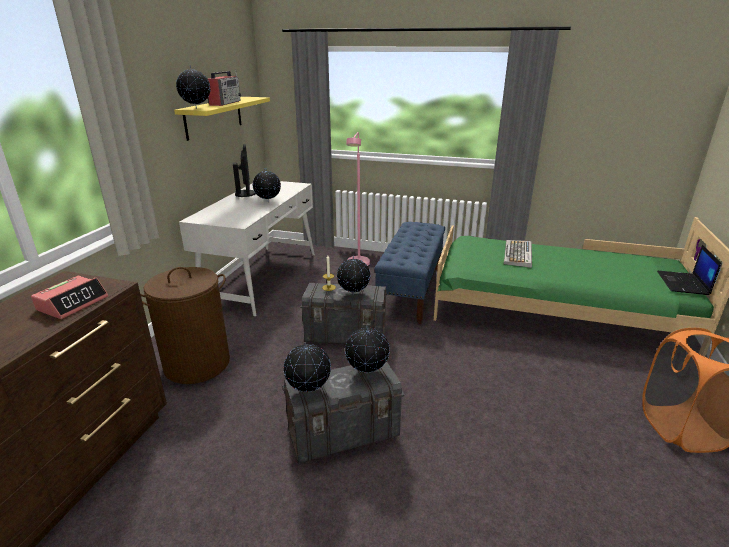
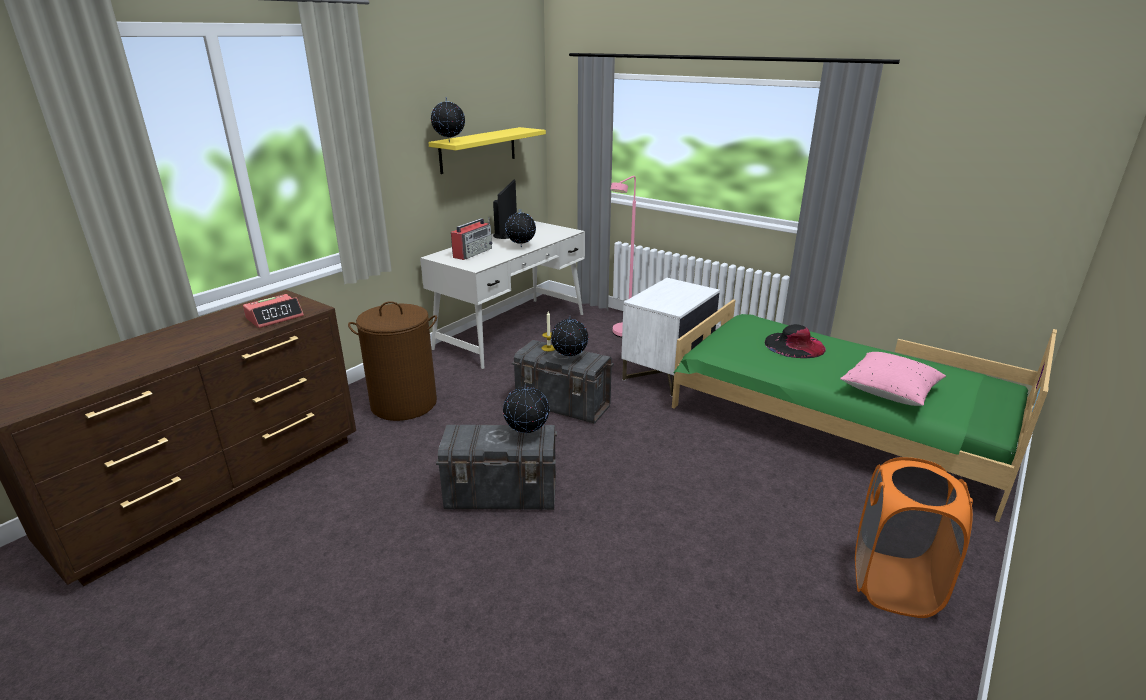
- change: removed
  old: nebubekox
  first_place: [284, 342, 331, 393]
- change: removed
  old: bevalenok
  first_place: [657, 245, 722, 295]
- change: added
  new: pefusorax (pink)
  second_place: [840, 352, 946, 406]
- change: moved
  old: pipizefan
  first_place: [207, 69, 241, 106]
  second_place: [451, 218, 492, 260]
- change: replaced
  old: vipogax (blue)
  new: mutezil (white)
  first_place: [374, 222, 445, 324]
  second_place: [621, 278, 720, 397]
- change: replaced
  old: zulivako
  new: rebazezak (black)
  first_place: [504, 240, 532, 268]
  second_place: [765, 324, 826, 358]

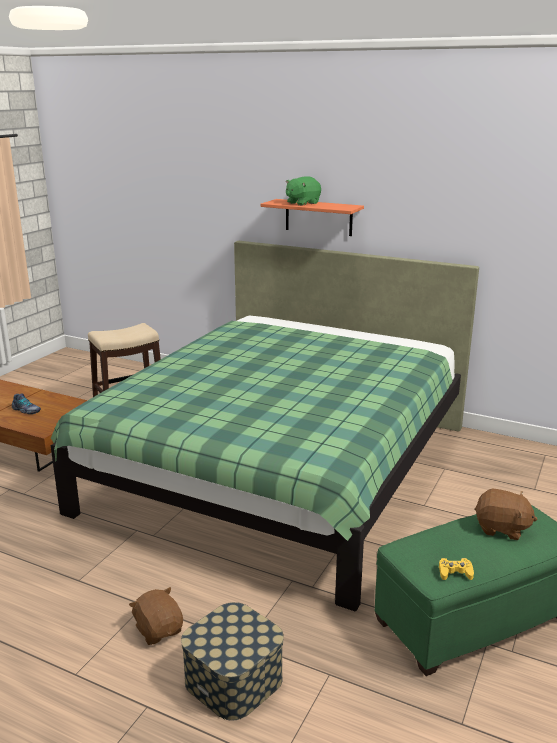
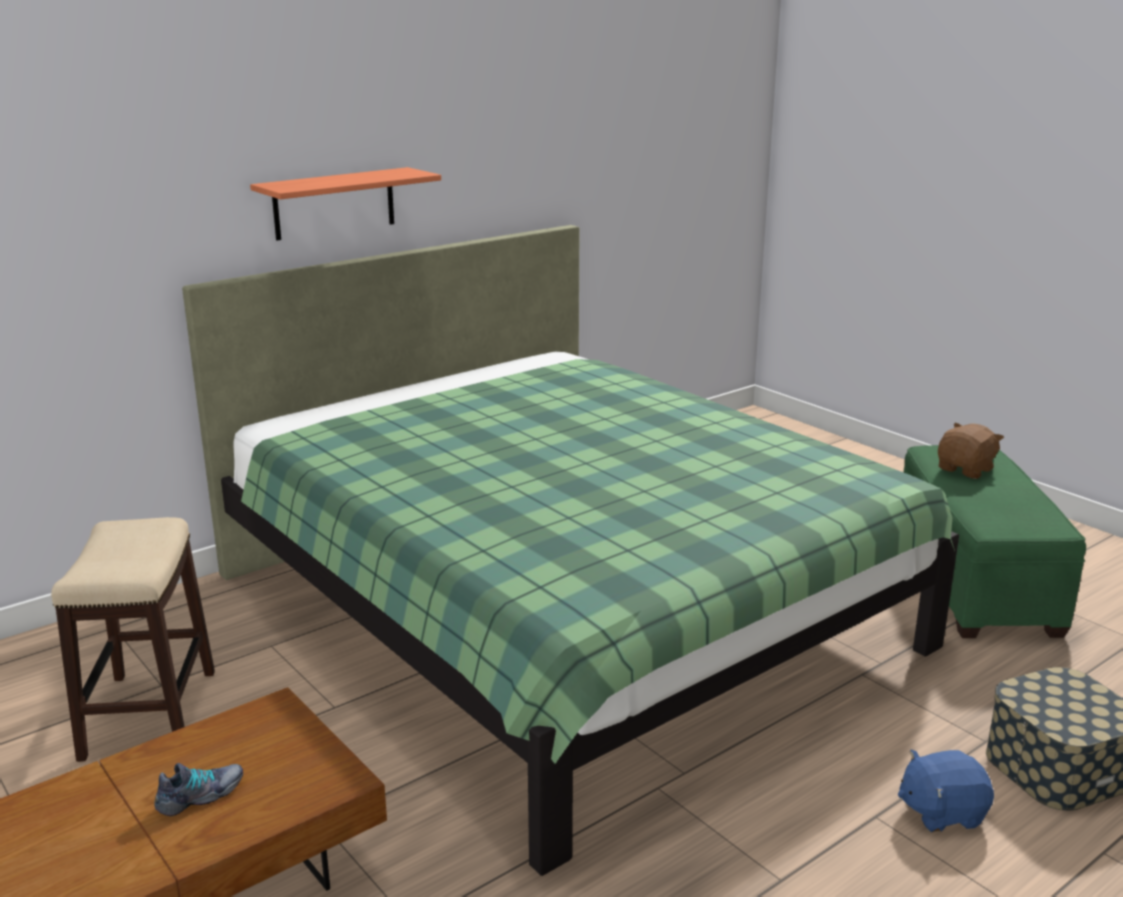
- change: removed
  old: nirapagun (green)
  first_place: [286, 176, 321, 206]
- change: removed
  old: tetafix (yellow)
  first_place: [439, 558, 474, 580]
- change: recoloured
  old: nirapagun (brown)
  new: nirapagun (blue)
  first_place: [129, 587, 183, 645]
  second_place: [898, 750, 994, 832]

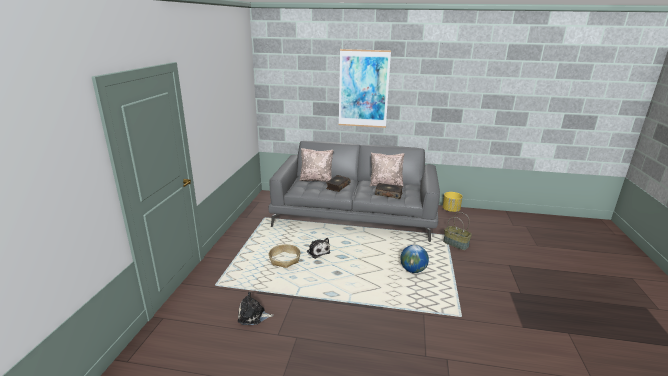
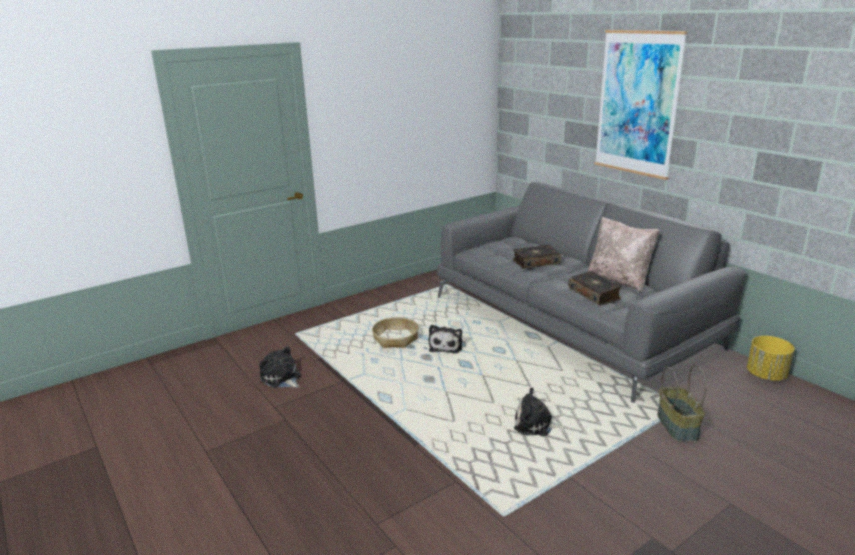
- change: removed
  old: pefusorax (beige)
  first_place: [299, 148, 334, 182]
- change: replaced
  old: nebubekox
  new: nirapagun
  first_place: [400, 245, 429, 273]
  second_place: [514, 387, 566, 437]

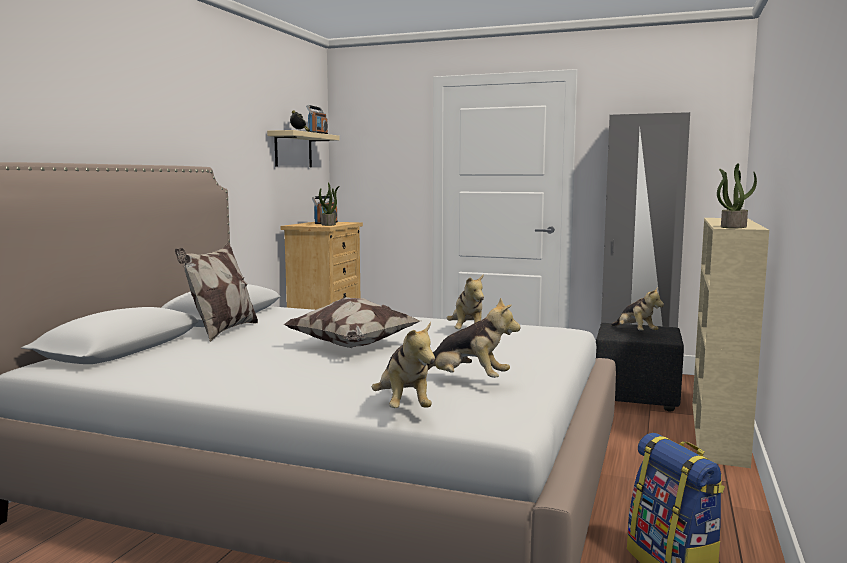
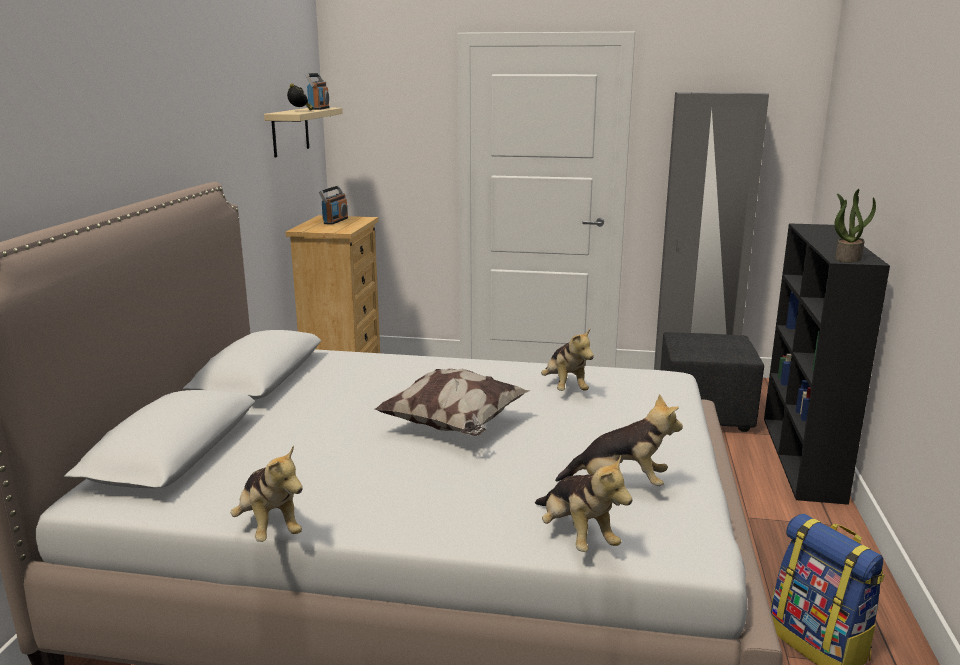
- change: removed
  old: pefusorax
  first_place: [175, 243, 258, 342]
- change: removed
  old: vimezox
  first_place: [319, 183, 340, 226]
- change: moved
  old: nirapagun
  first_place: [611, 287, 664, 331]
  second_place: [231, 446, 303, 542]
- change: recoloured
  old: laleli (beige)
  new: laleli (black)
  first_place: [692, 218, 769, 468]
  second_place: [764, 223, 890, 505]

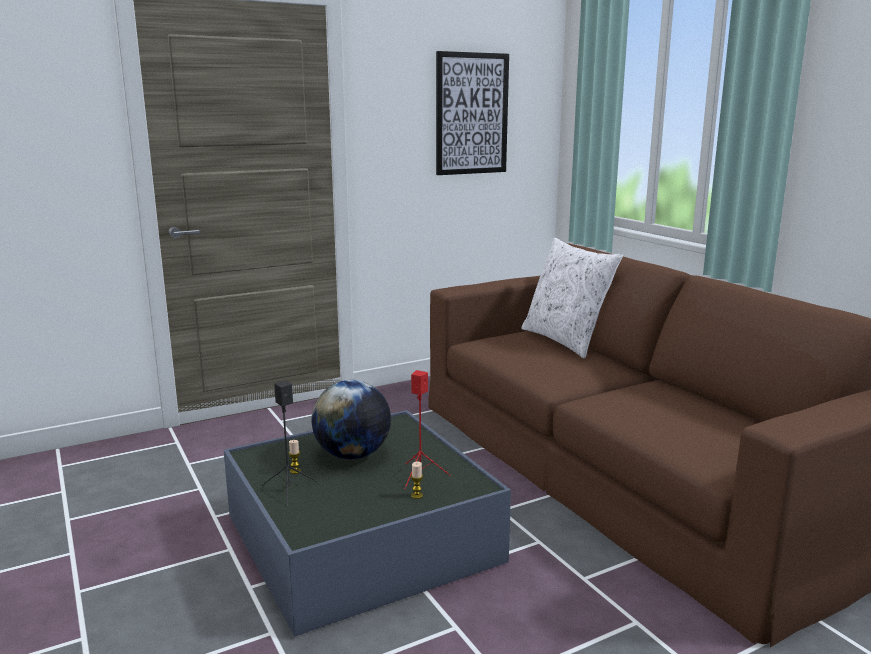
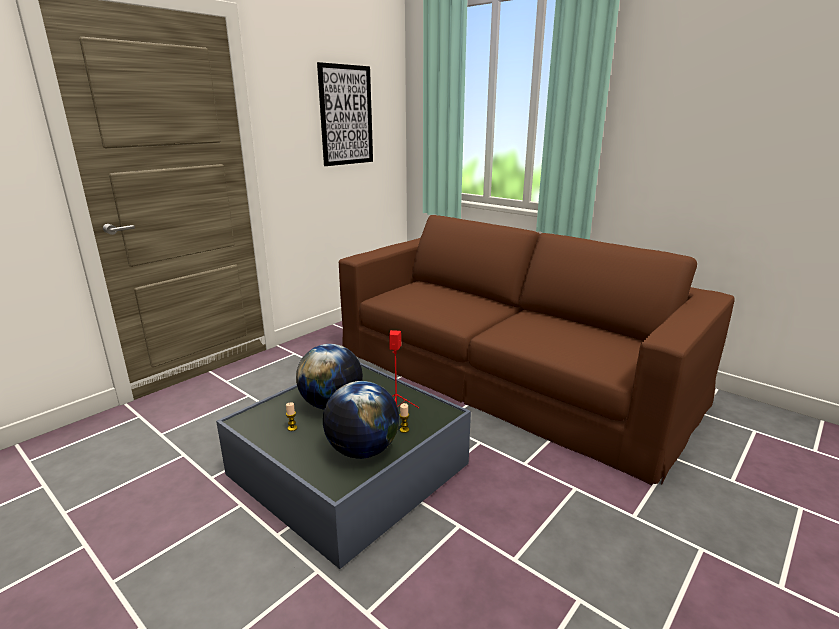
- change: removed
  old: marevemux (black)
  first_place: [262, 381, 317, 507]
- change: removed
  old: pefusorax (white)
  first_place: [521, 238, 623, 359]
- change: added
  new: nebubekox
  second_place: [323, 381, 399, 459]

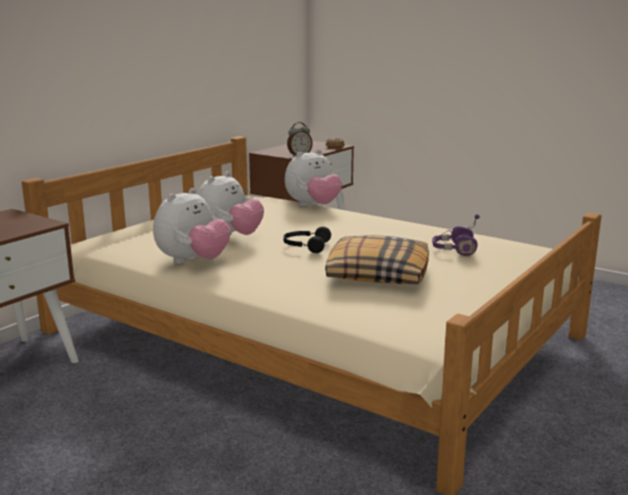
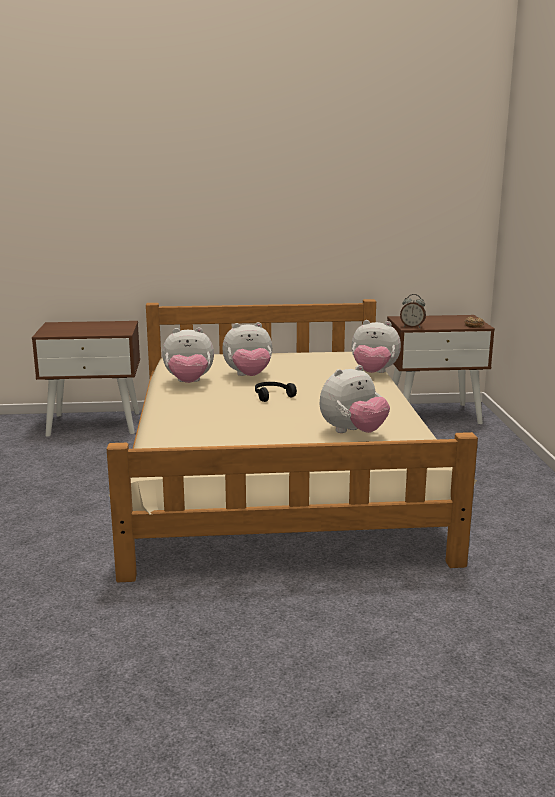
- change: removed
  old: pefusorax
  first_place: [325, 235, 429, 284]
- change: replaced
  old: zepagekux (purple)
  new: nirapagun
  first_place: [432, 214, 480, 256]
  second_place: [320, 365, 390, 433]

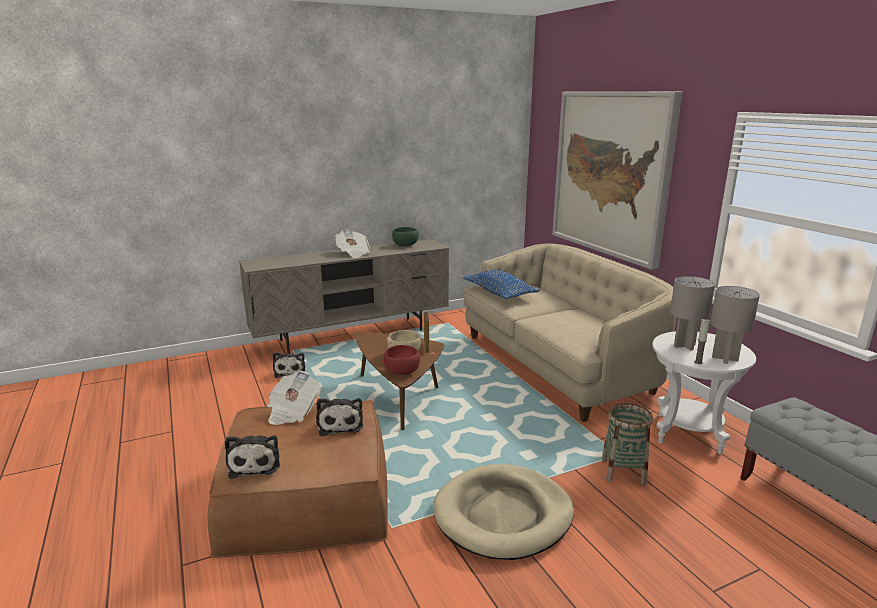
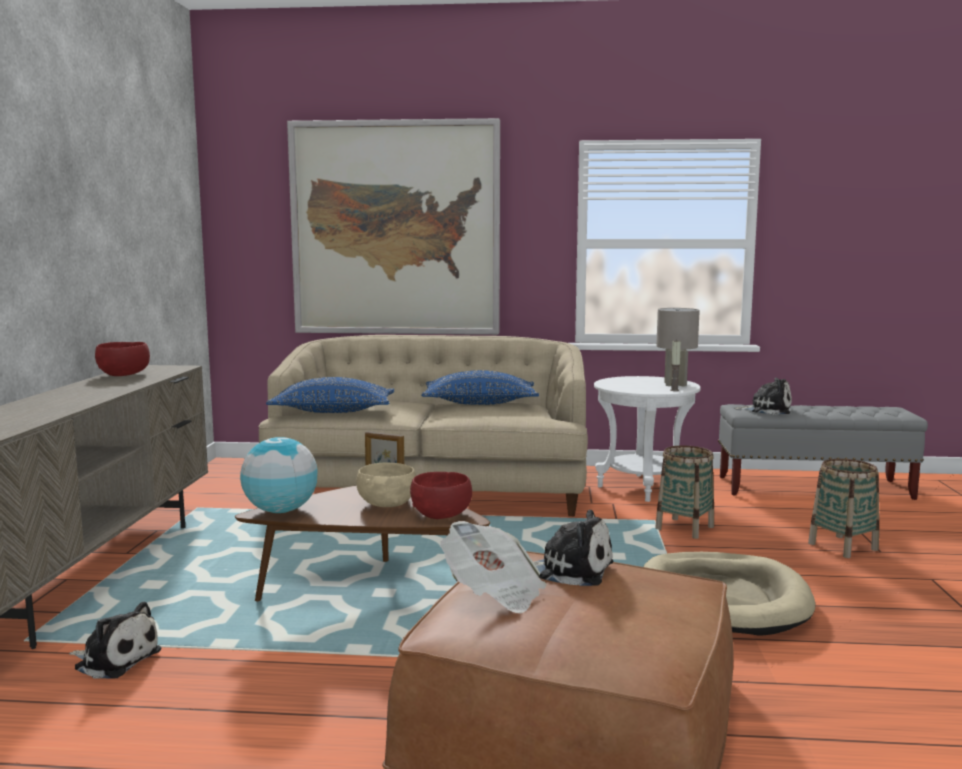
- change: removed
  old: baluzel
  first_place: [335, 230, 371, 258]
- change: removed
  old: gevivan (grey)
  first_place: [670, 276, 715, 351]
- change: added
  new: nebubekox
  second_place: [240, 437, 318, 513]
- change: added
  new: pefusorax (blue)
  second_place: [421, 370, 539, 405]
- change: added
  new: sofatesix
  second_place: [808, 459, 879, 558]
- change: moved
  old: nirapagun
  first_place: [225, 435, 280, 479]
  second_place: [734, 378, 792, 415]
- change: recoloured
  old: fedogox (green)
  new: fedogox (red)
  first_place: [392, 227, 419, 246]
  second_place: [95, 342, 150, 376]

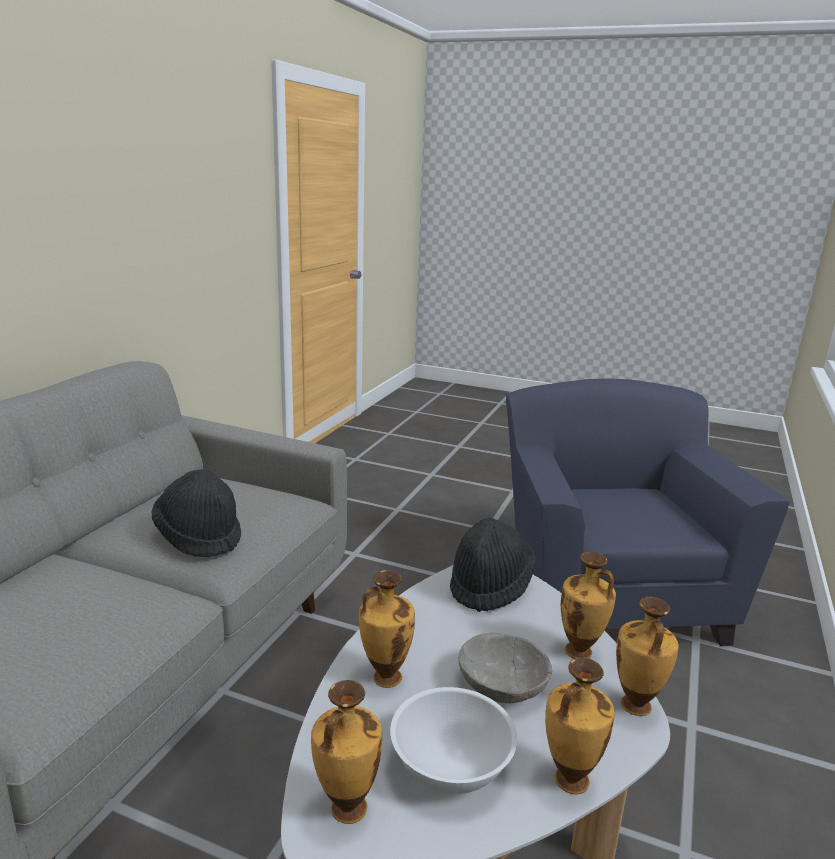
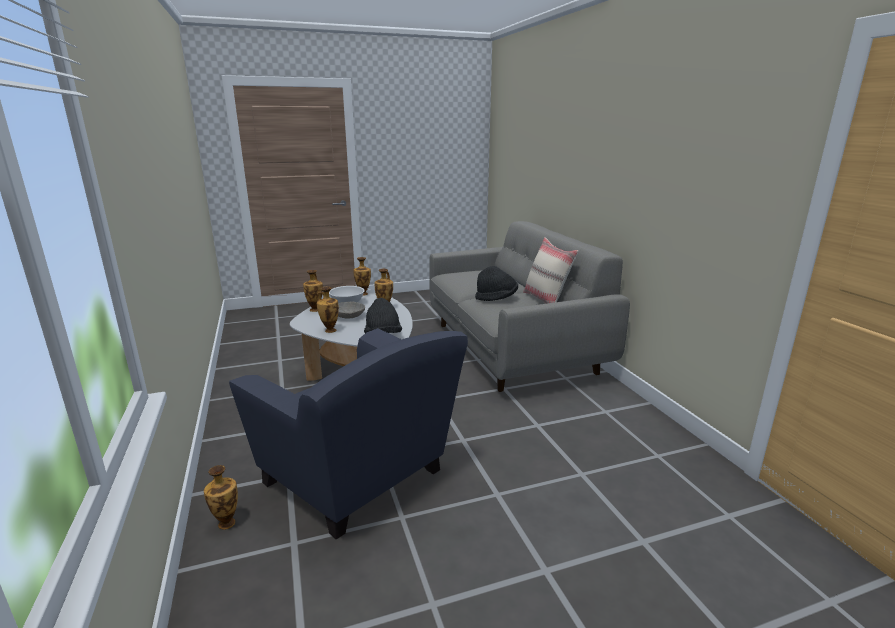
- change: added
  new: pefusorax (beige)
  second_place: [523, 237, 578, 304]
- change: moved
  old: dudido
  first_place: [616, 597, 679, 716]
  second_place: [204, 465, 238, 530]

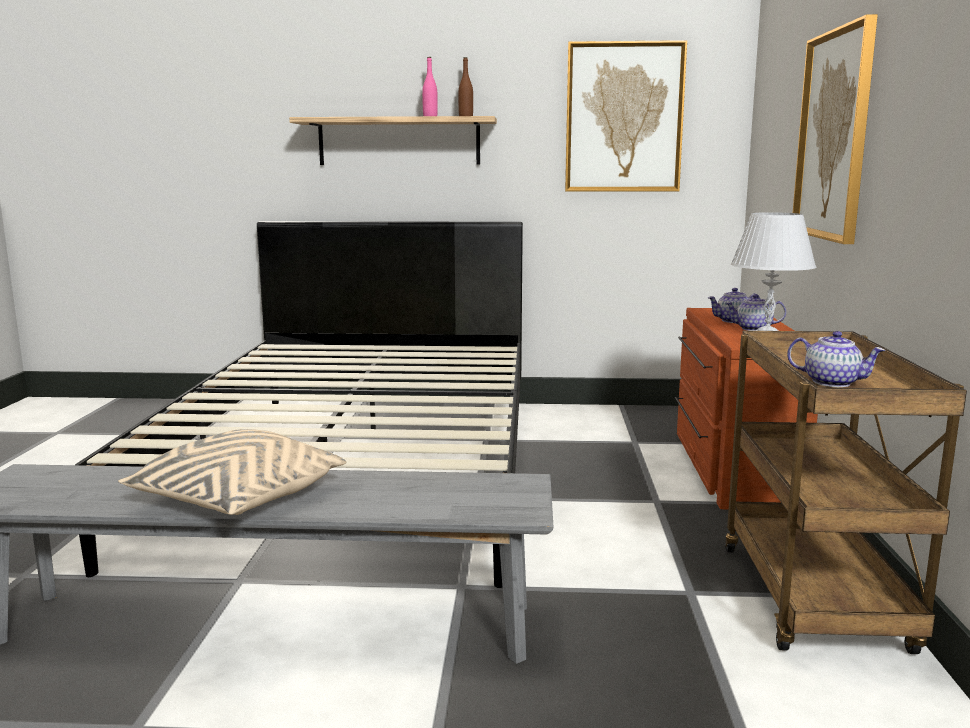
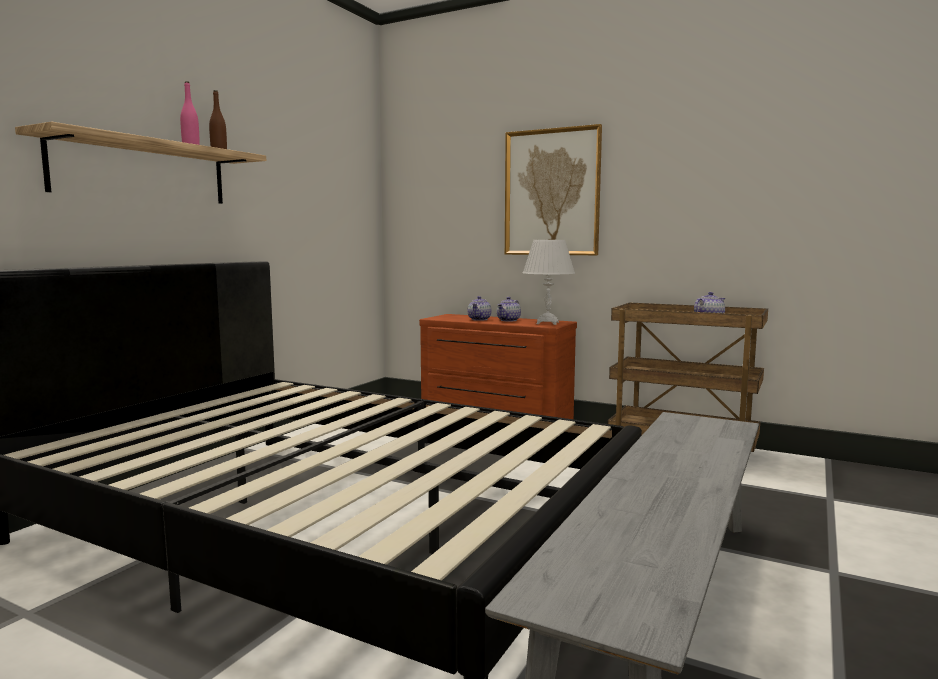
- change: removed
  old: pefusorax (beige)
  first_place: [118, 429, 346, 515]
- change: removed
  old: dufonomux
  first_place: [565, 40, 687, 192]

